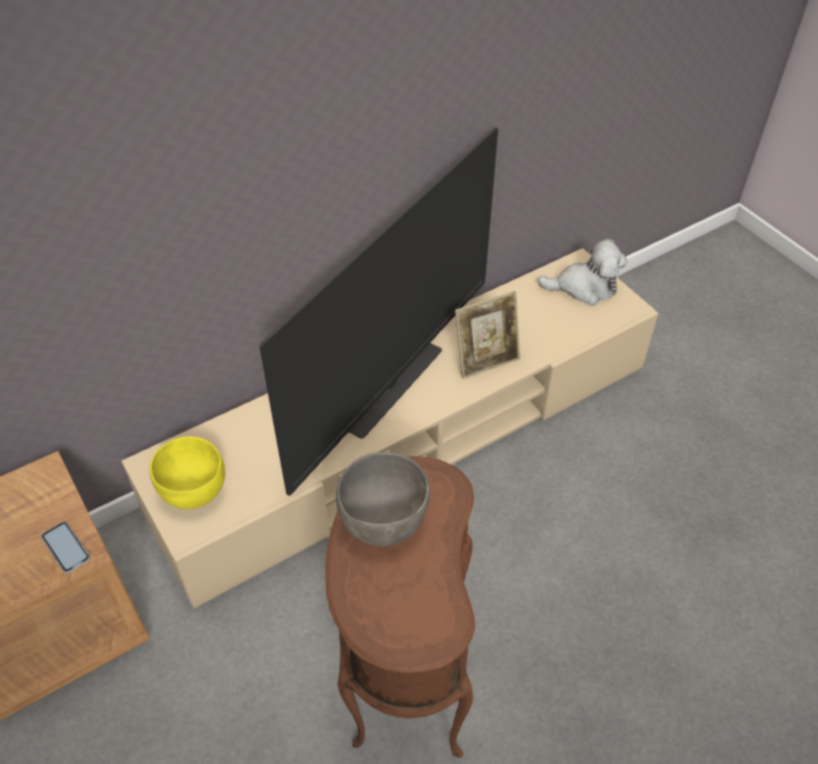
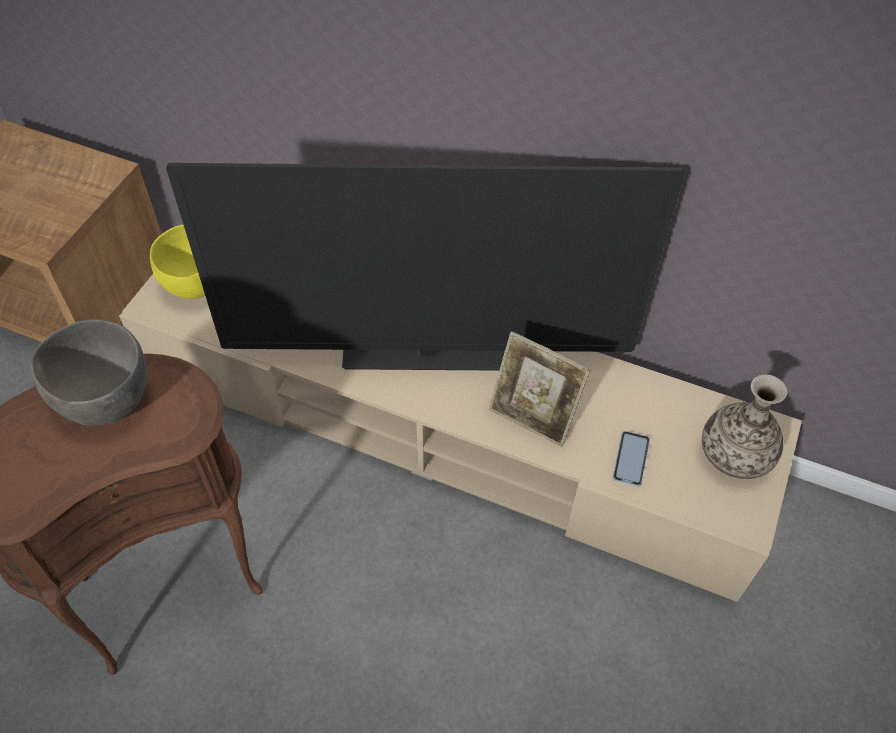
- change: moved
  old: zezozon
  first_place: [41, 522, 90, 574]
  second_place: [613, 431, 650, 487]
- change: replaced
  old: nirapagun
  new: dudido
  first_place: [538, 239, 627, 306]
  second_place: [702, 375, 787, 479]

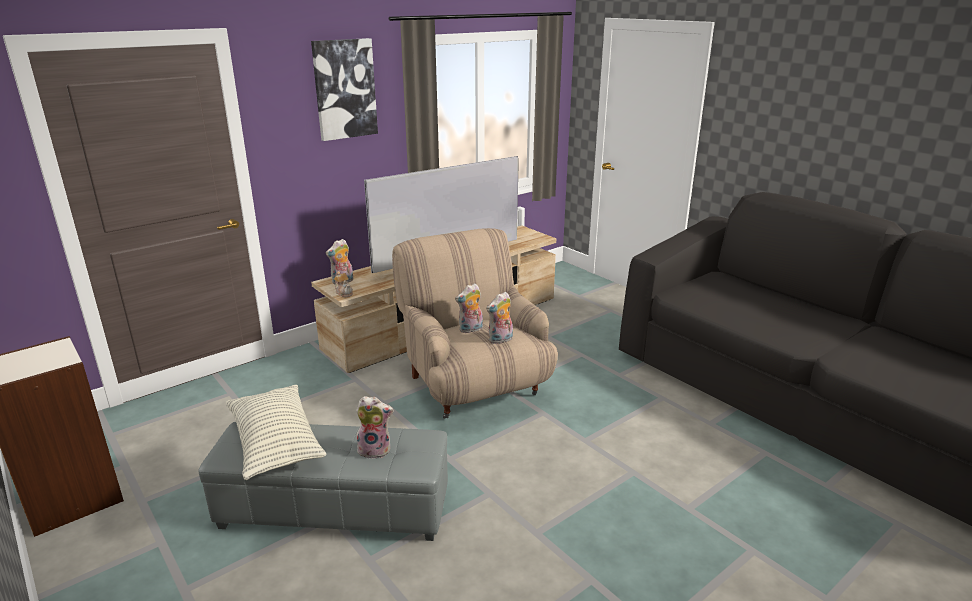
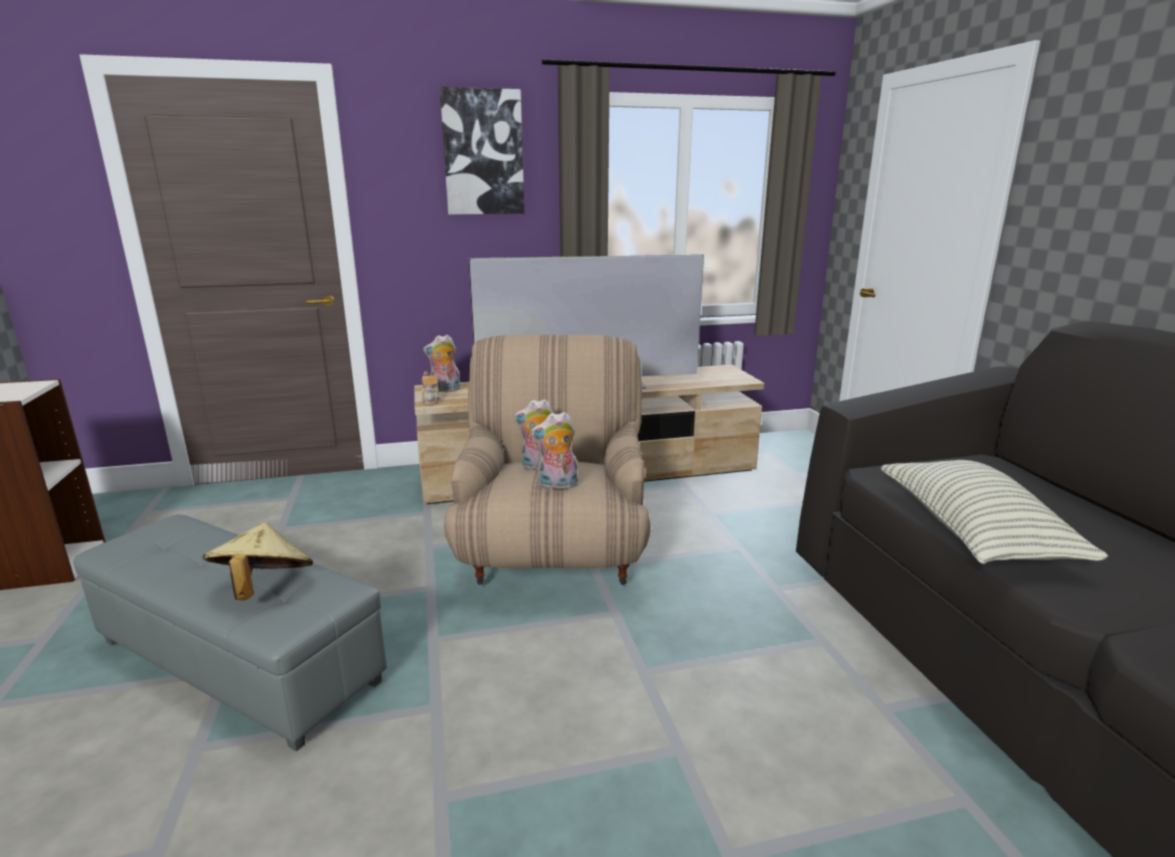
- change: moved
  old: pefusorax
  first_place: [226, 385, 326, 480]
  second_place: [880, 460, 1108, 564]
- change: replaced
  old: nirapagun
  new: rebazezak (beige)
  first_place: [356, 396, 394, 459]
  second_place: [202, 522, 313, 600]

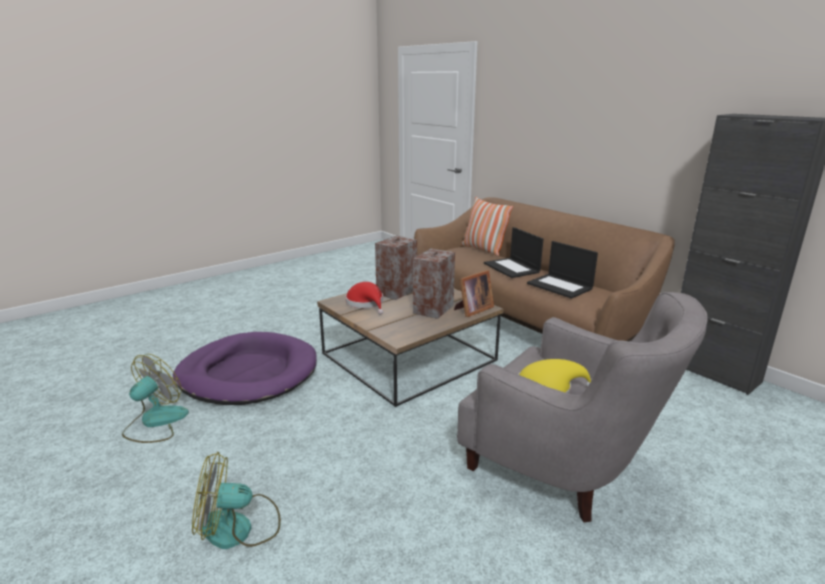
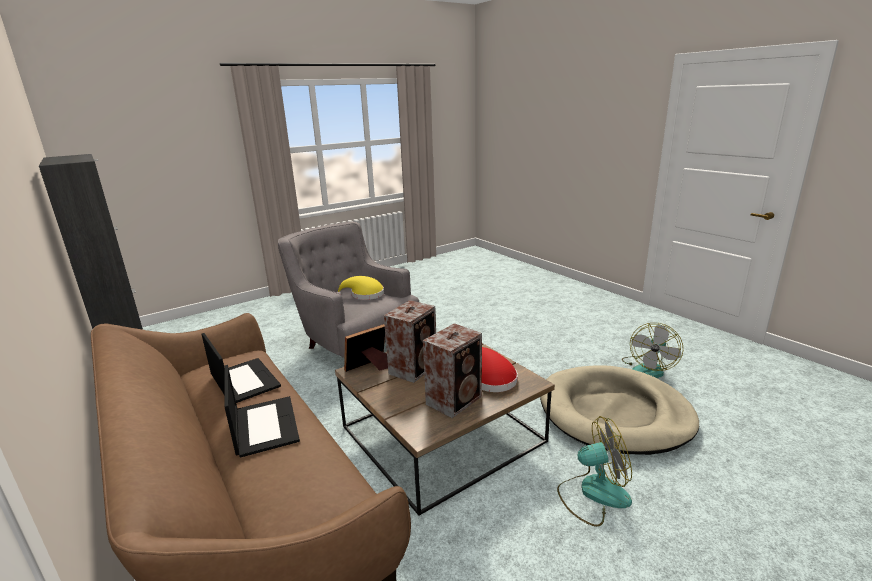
- change: removed
  old: pefusorax
  first_place: [461, 197, 513, 256]
- change: moved
  old: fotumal
  first_place: [192, 452, 281, 549]
  second_place: [557, 416, 632, 527]
- change: recoloured
  old: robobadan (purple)
  new: robobadan (beige)
  first_place: [173, 332, 317, 405]
  second_place: [540, 365, 699, 455]

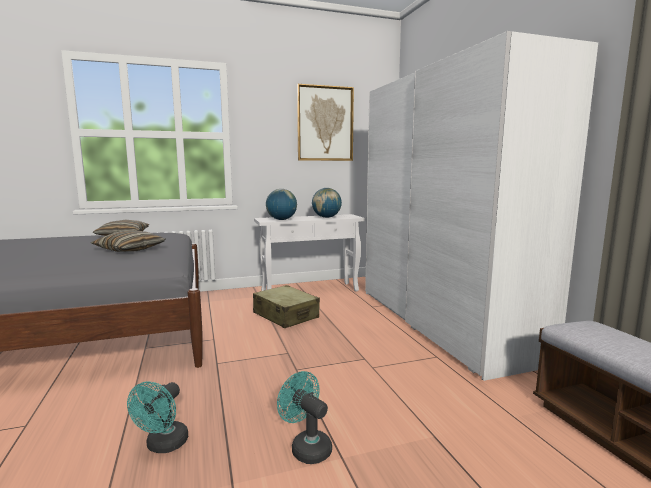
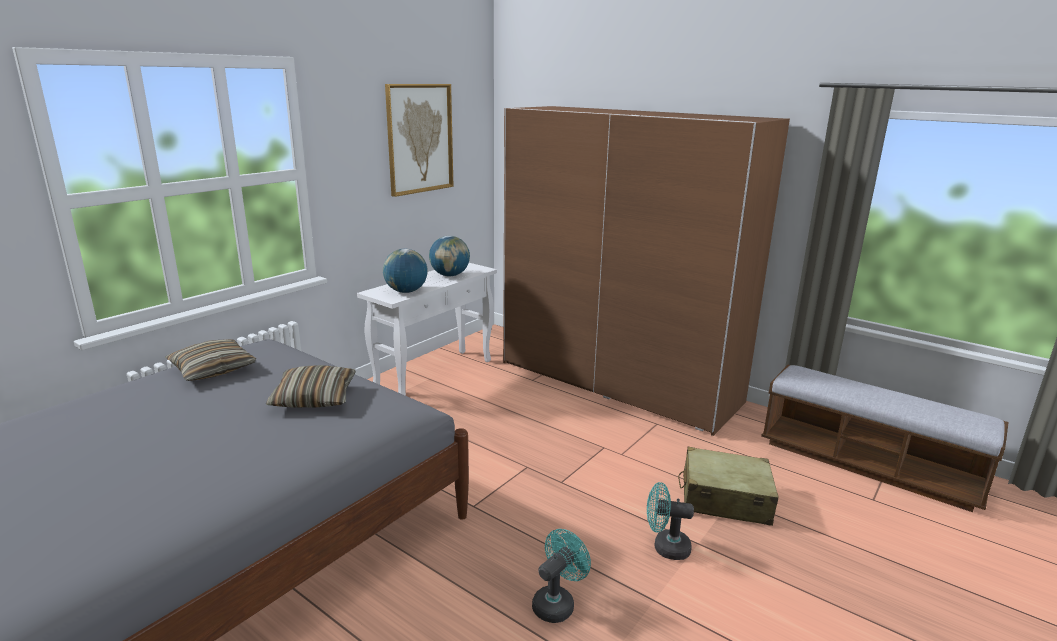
- change: moved
  old: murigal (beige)
  first_place: [253, 285, 320, 328]
  second_place: [678, 447, 779, 526]
- change: recoloured
  old: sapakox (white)
  new: sapakox (brown)
  first_place: [365, 31, 598, 381]
  second_place: [503, 106, 790, 436]
- change: turned
  old: fotumal (turquoise)
  first_place: [127, 381, 188, 453]
  second_place: [532, 529, 591, 623]
  degrees: -120

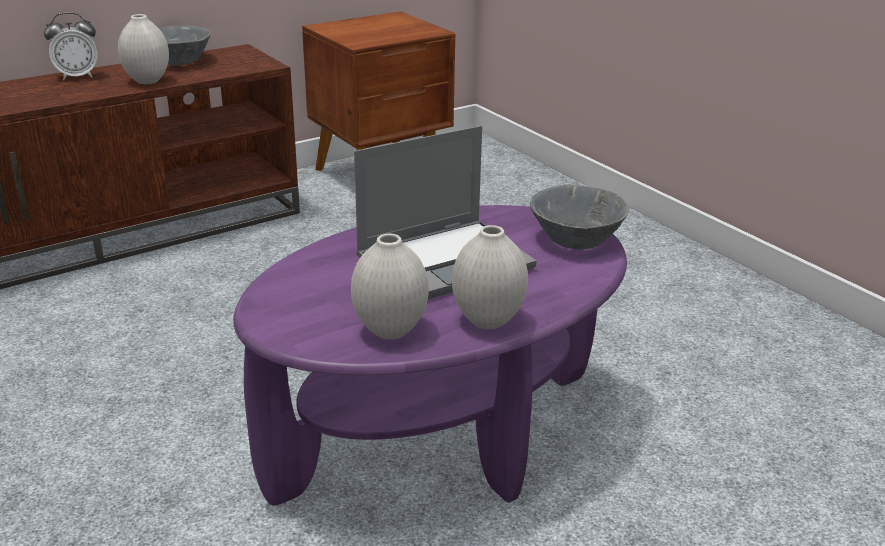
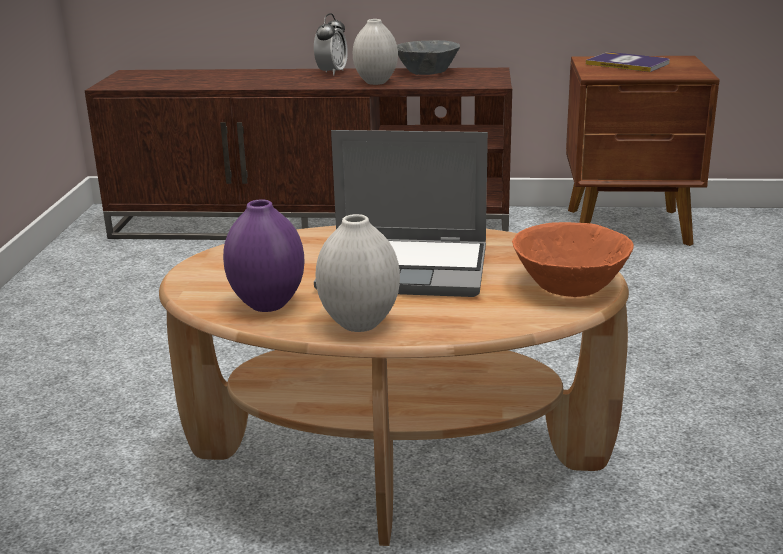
- change: added
  new: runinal
  second_place: [586, 52, 670, 72]
- change: recoloured
  old: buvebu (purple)
  new: buvebu (brown)
  first_place: [233, 205, 627, 506]
  second_place: [159, 226, 629, 546]
- change: recoloured
  old: dudido (white)
  new: dudido (purple)
  first_place: [351, 233, 429, 340]
  second_place: [223, 199, 305, 312]
- change: recoloured
  old: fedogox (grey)
  new: fedogox (orange)
  first_place: [530, 185, 629, 249]
  second_place: [512, 222, 634, 297]
- change: turned
  old: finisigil
  first_place: [44, 12, 98, 80]
  second_place: [314, 13, 348, 76]
  degrees: -90

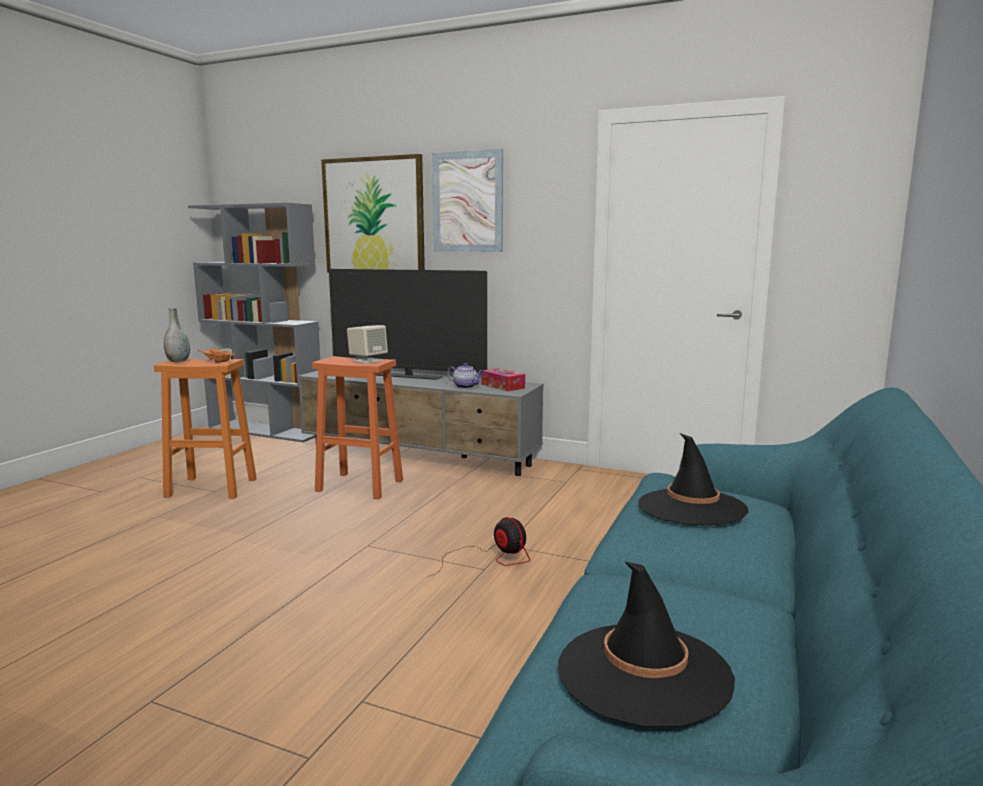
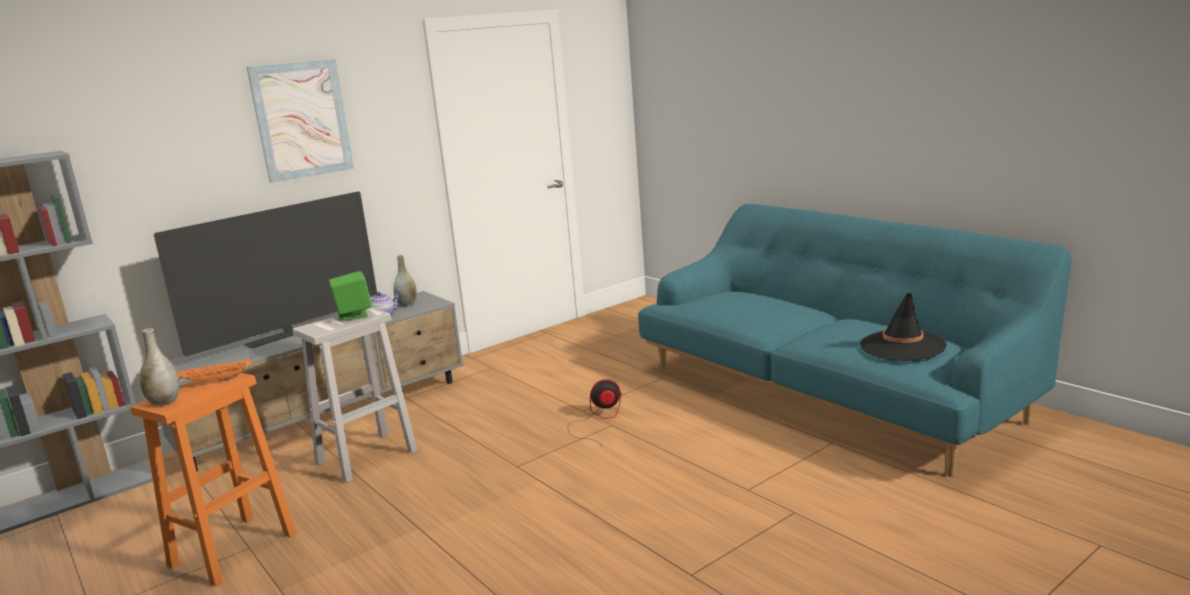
- change: removed
  old: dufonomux
  first_place: [321, 154, 425, 273]
- change: removed
  old: rebazezak (black)
  first_place: [638, 433, 749, 526]
- change: replaced
  old: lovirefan
  new: dudido (grey)
  first_place: [481, 368, 525, 391]
  second_place: [394, 255, 417, 306]
- change: recoloured
  old: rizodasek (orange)
  new: rizodasek (white)
  first_place: [312, 356, 403, 499]
  second_place: [293, 307, 418, 483]
- change: recoloured
  old: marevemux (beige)
  new: marevemux (green)
  first_place: [347, 325, 388, 364]
  second_place: [329, 271, 372, 321]

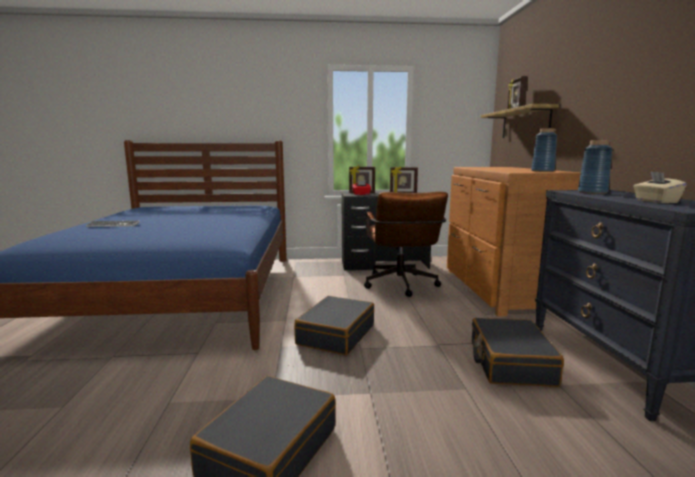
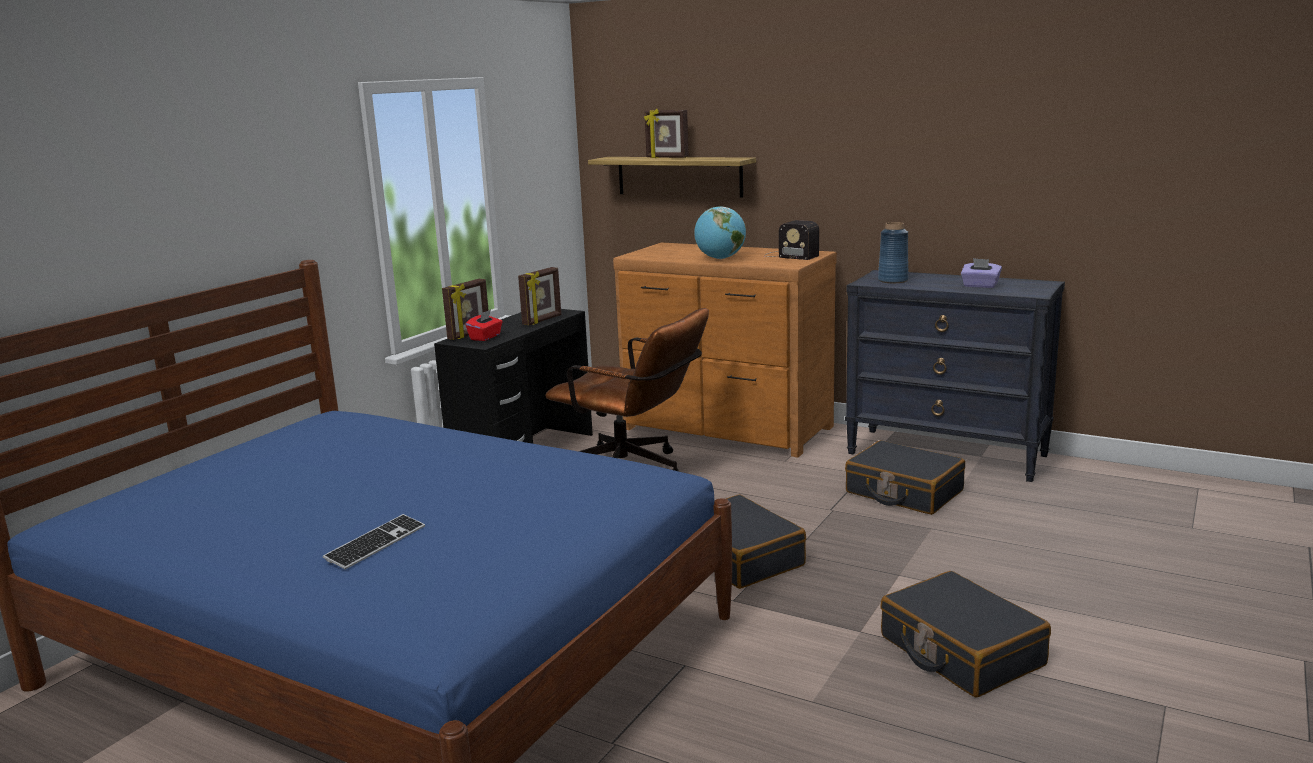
- change: added
  new: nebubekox
  second_place: [694, 207, 746, 259]
- change: replaced
  old: dudido (blue)
  new: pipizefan
  first_place: [531, 128, 557, 172]
  second_place: [764, 220, 819, 260]
- change: recoloured
  old: lovirefan (beige)
  new: lovirefan (purple)
  first_place: [633, 172, 687, 203]
  second_place: [961, 258, 1002, 288]

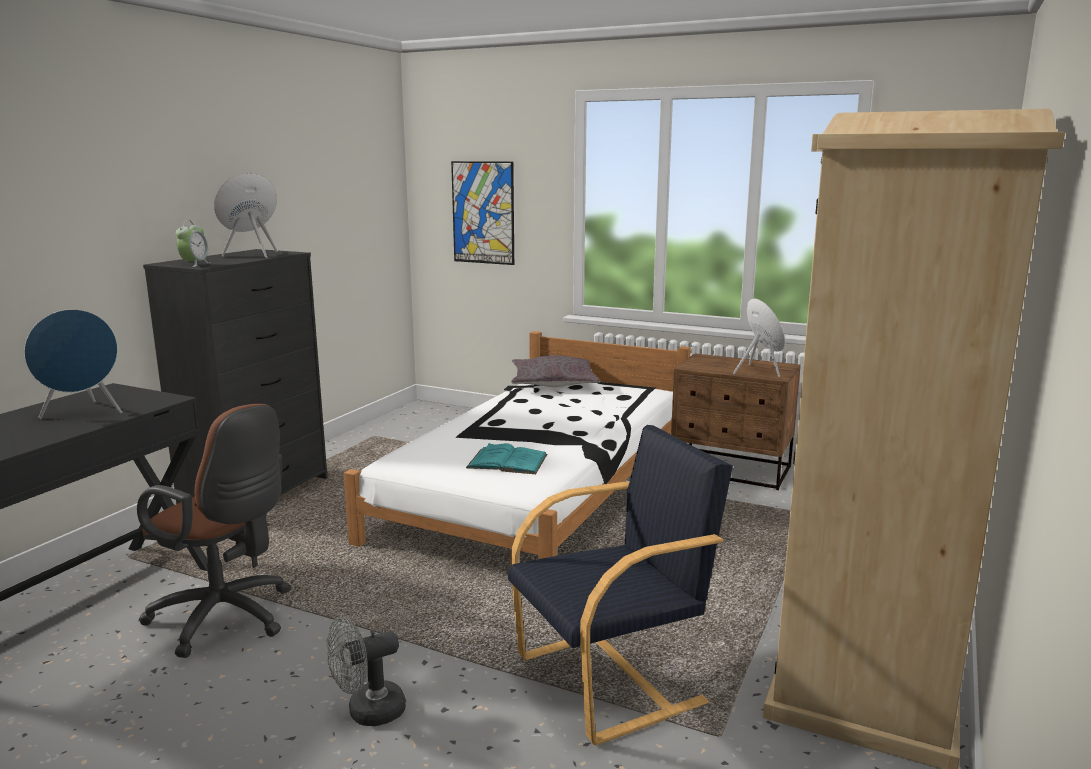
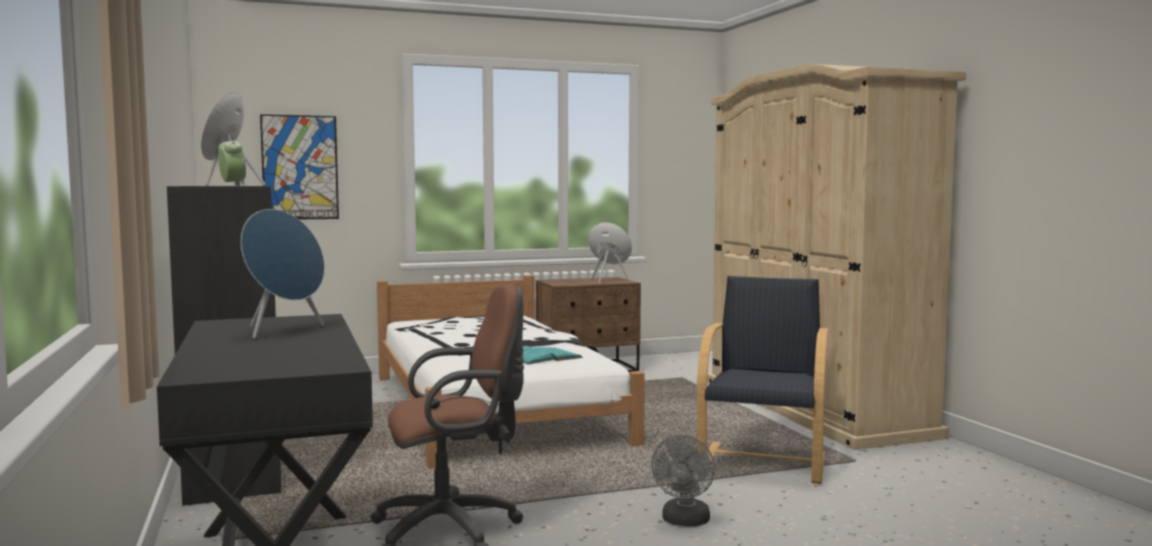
- change: removed
  old: pefusorax (grey)
  first_place: [511, 355, 600, 387]

